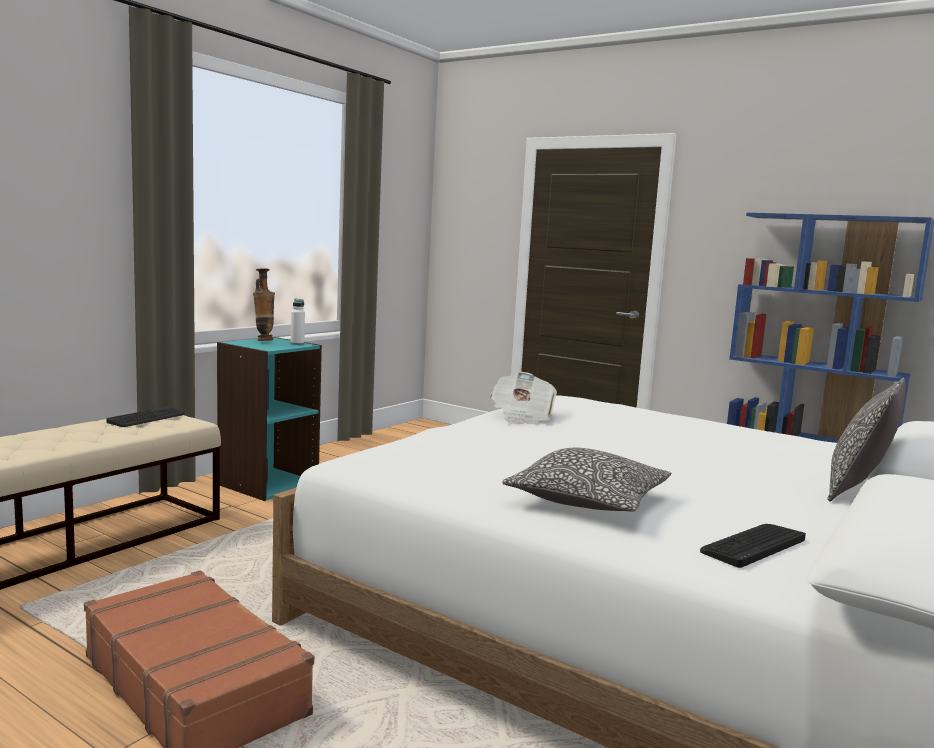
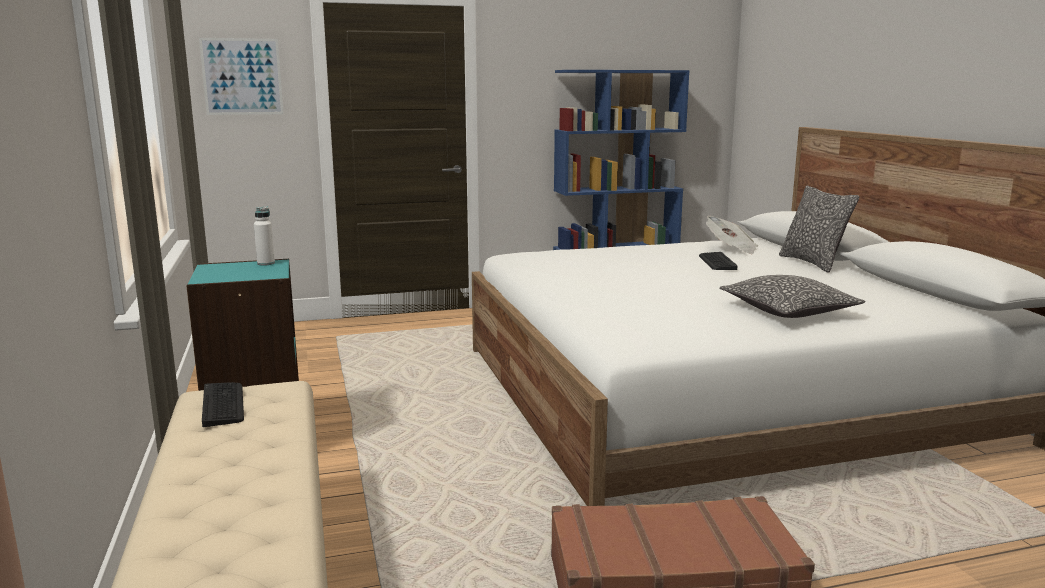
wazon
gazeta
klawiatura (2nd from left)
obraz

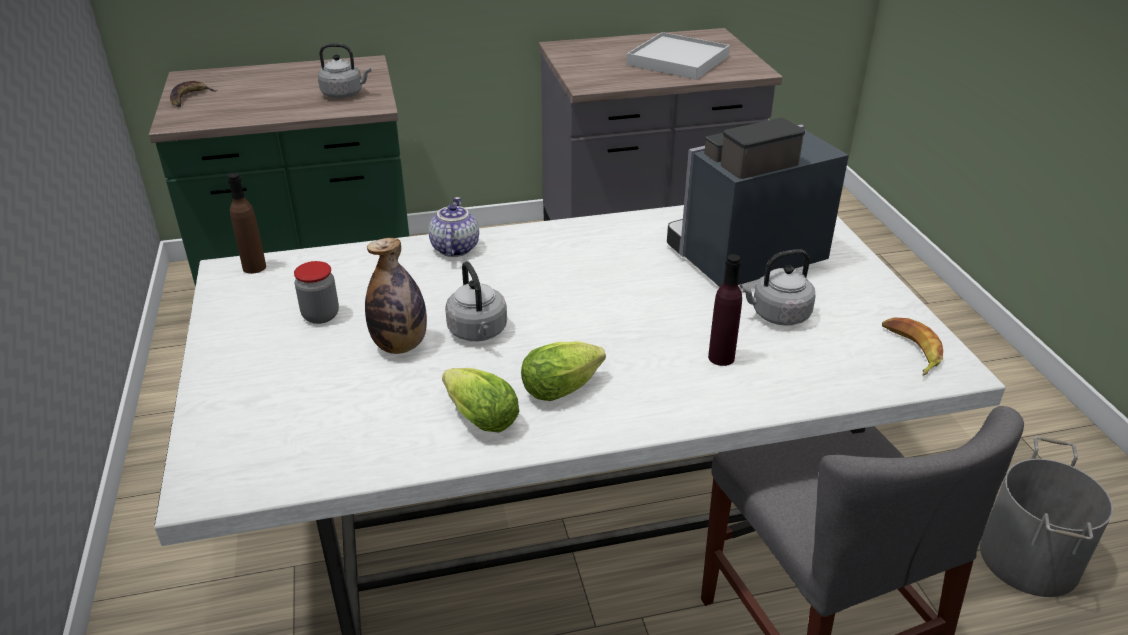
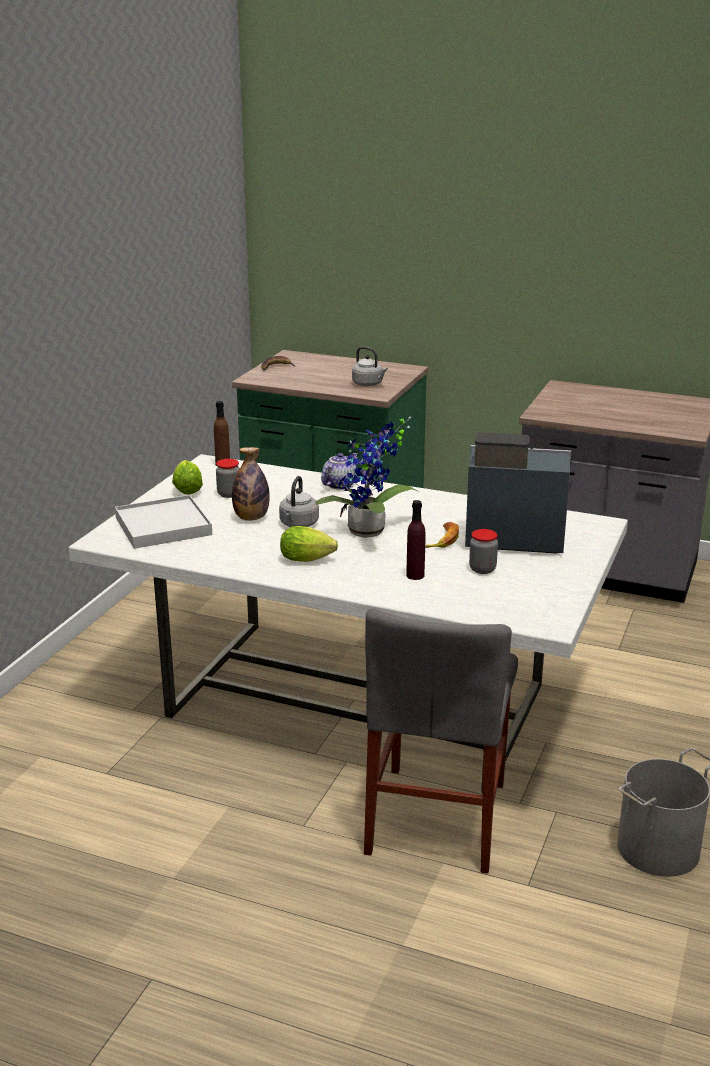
taca/biały
słoik (2nd from left)
banan (2nd from left)
sałata (1st from left)
roślina doniczkowa

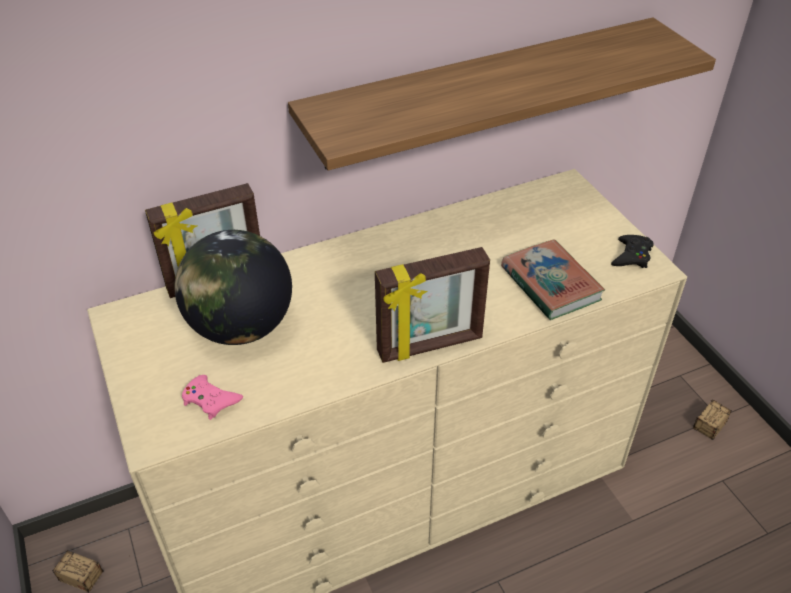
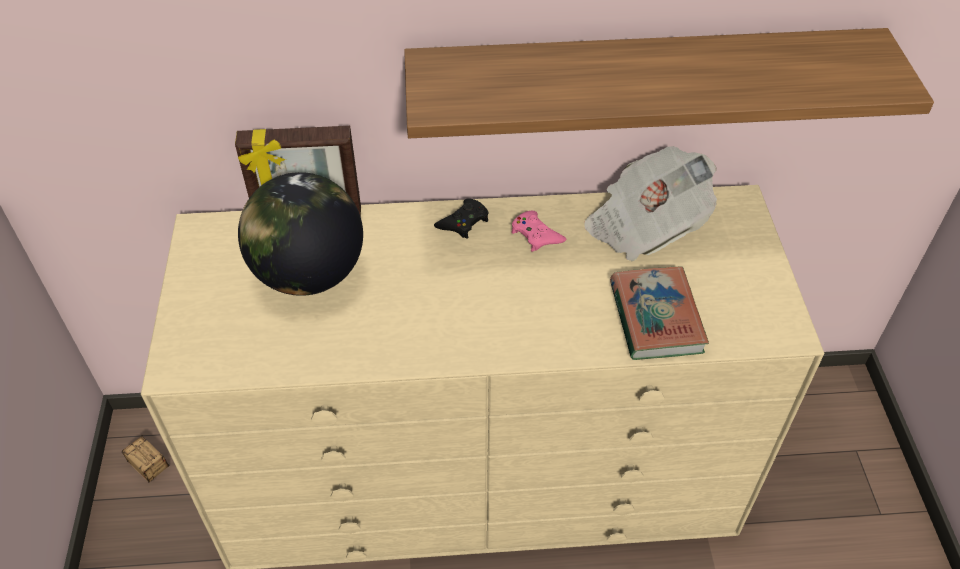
pad do gier/czarny
ramka na zdjęcie (2nd from left in the first image)
pad do gier/różowy
pojemnik do przechowywania (2nd from left in the first image)
gazeta

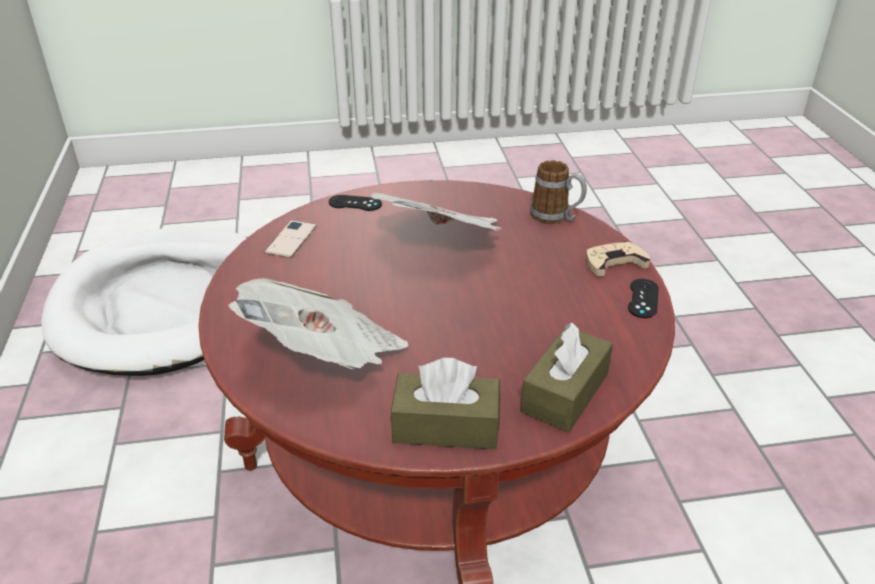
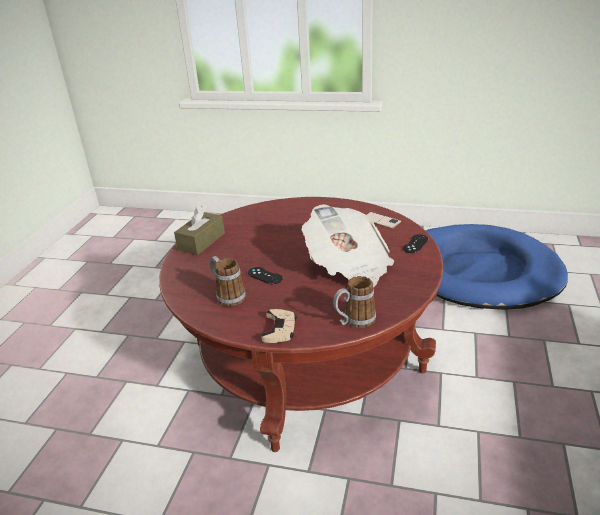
legowisko/niebieski
gazeta (1st from left in the first image)
pad do gier/czarny (1st from left)
pudełko chusteczek/brązowy (2nd from left in the first image)
kubek (1st from left)

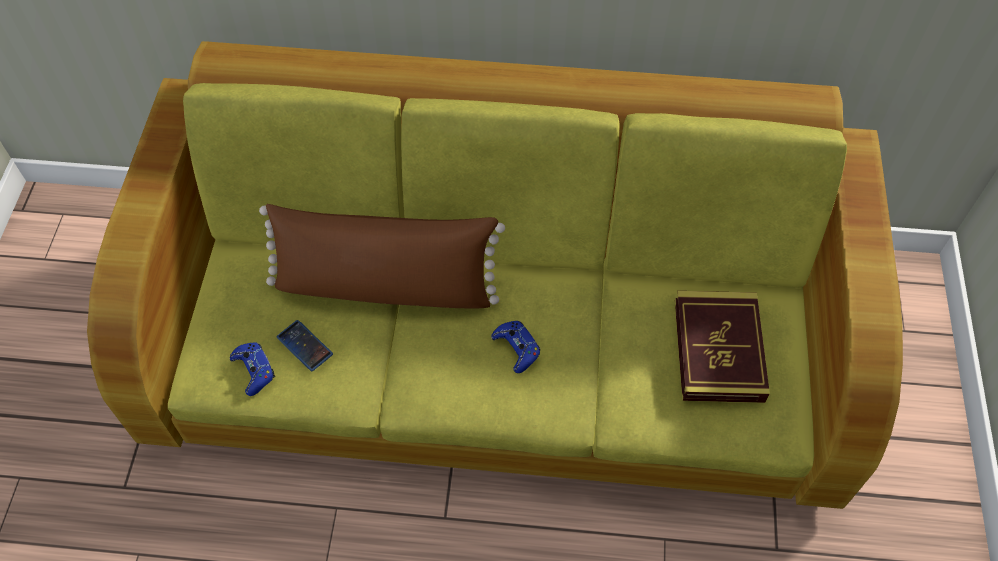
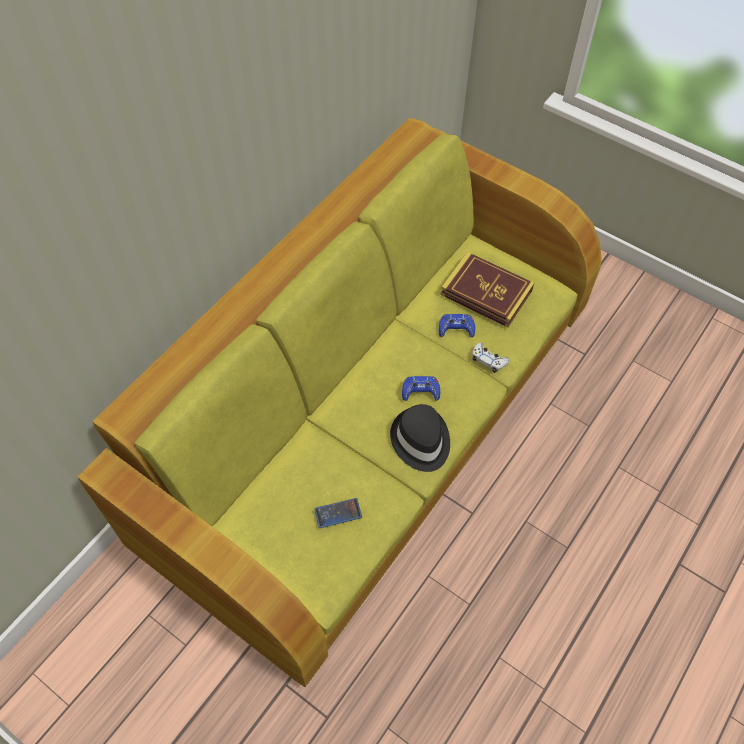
poduszka/brązowy
pad do gier/niebieski (2nd from left)
pad do gier/biały
kapelusz/czarny

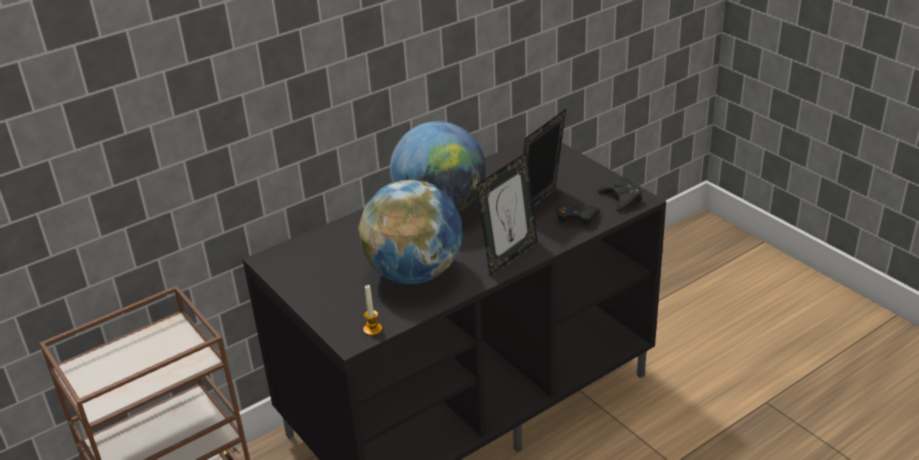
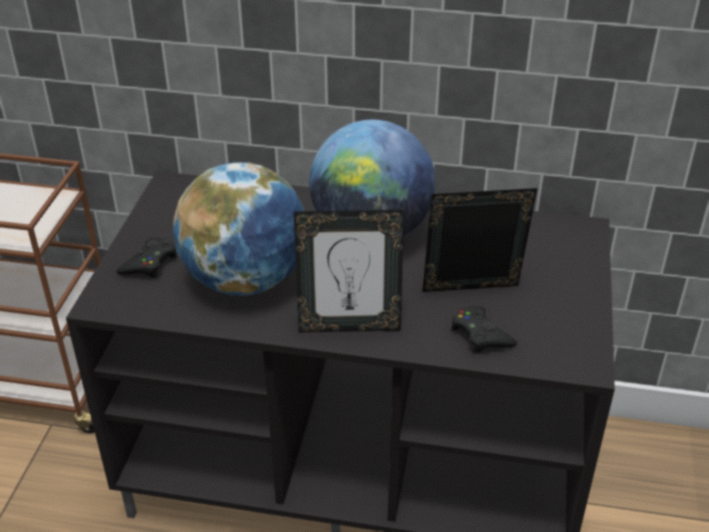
pad do gier/czarny (1st from left)
świeca

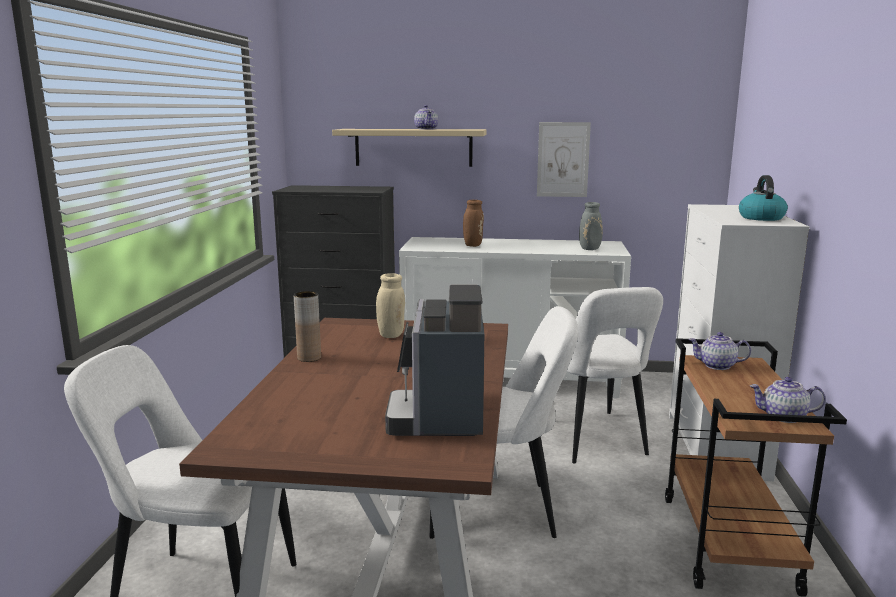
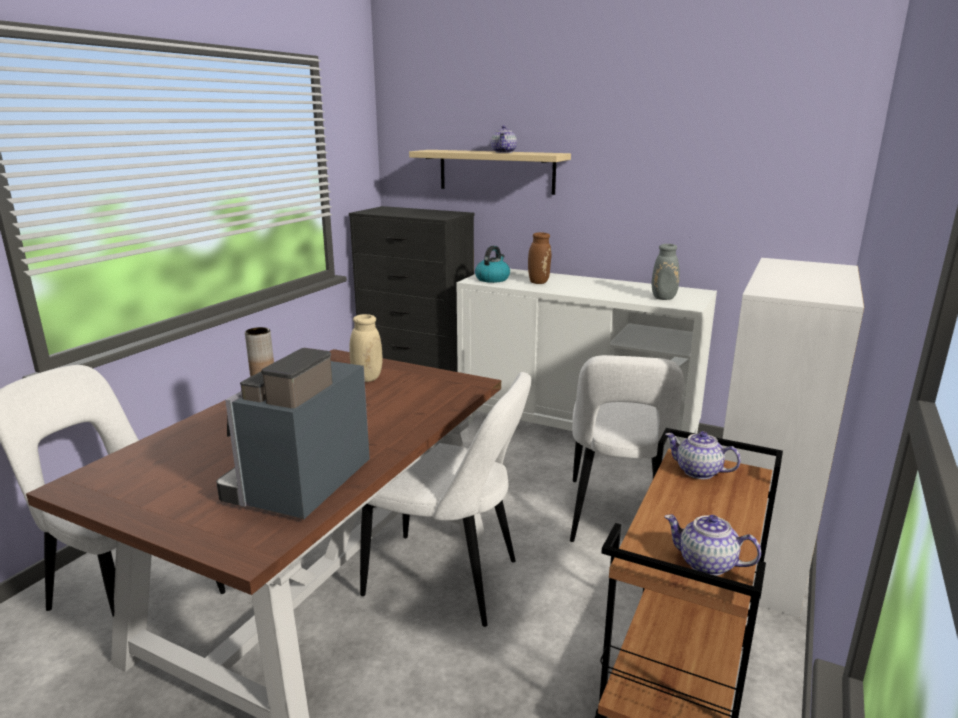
obraz
czajnik

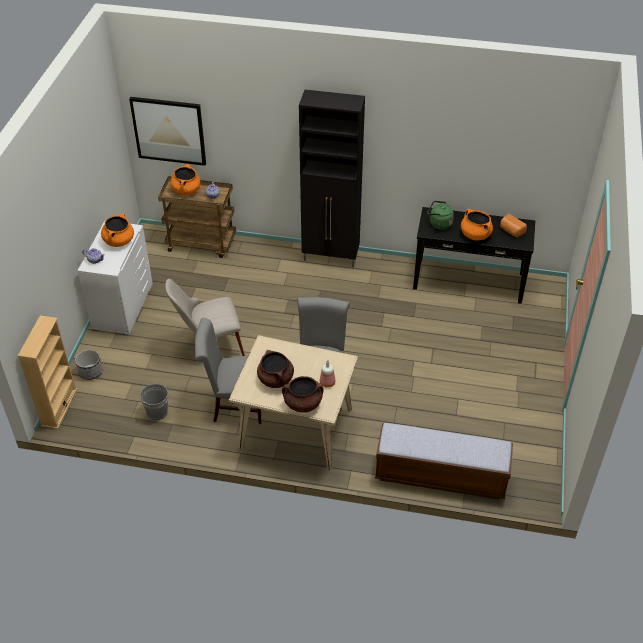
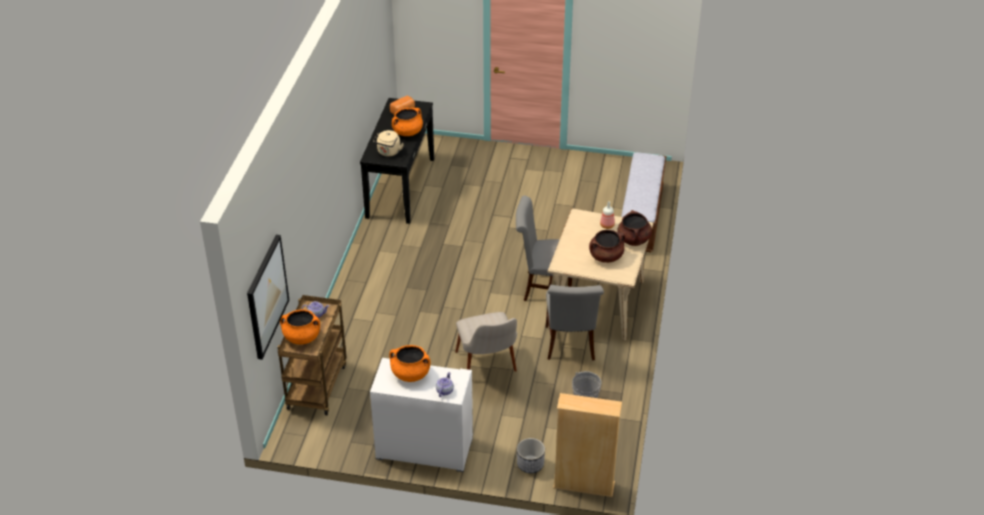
szafka/czarny
czajnik/beżowy

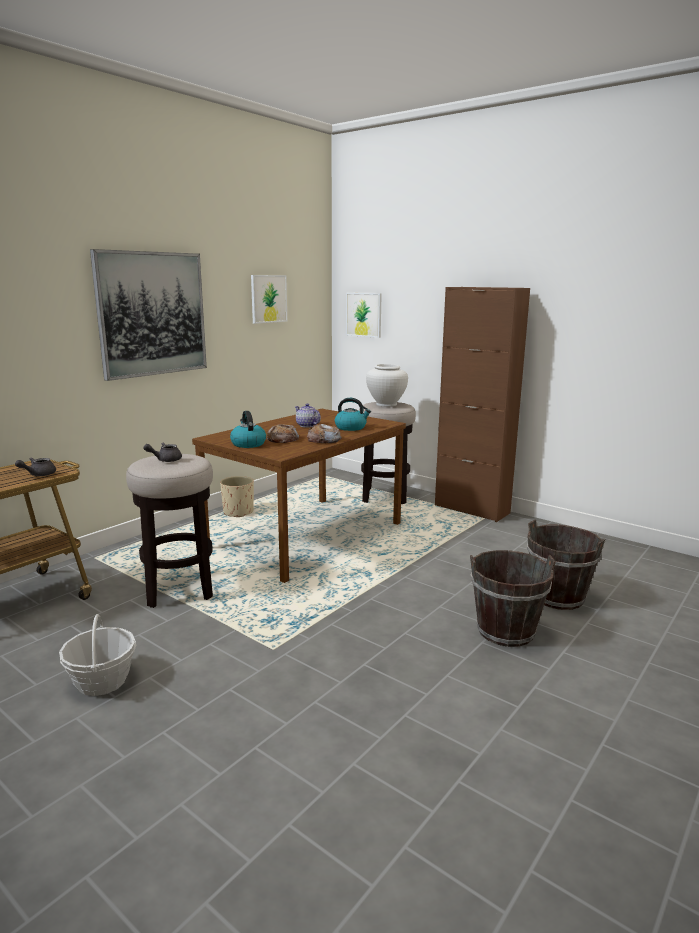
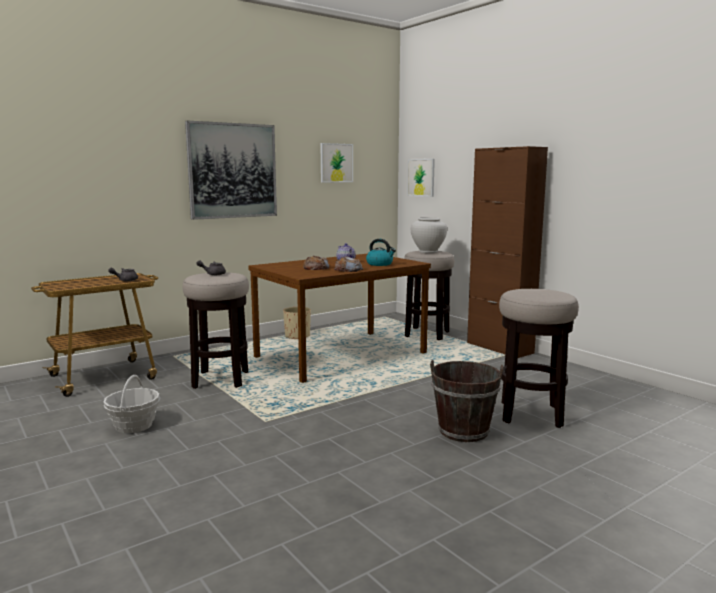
czajnik (1st from left in the first image)
stołek (3rd from left)

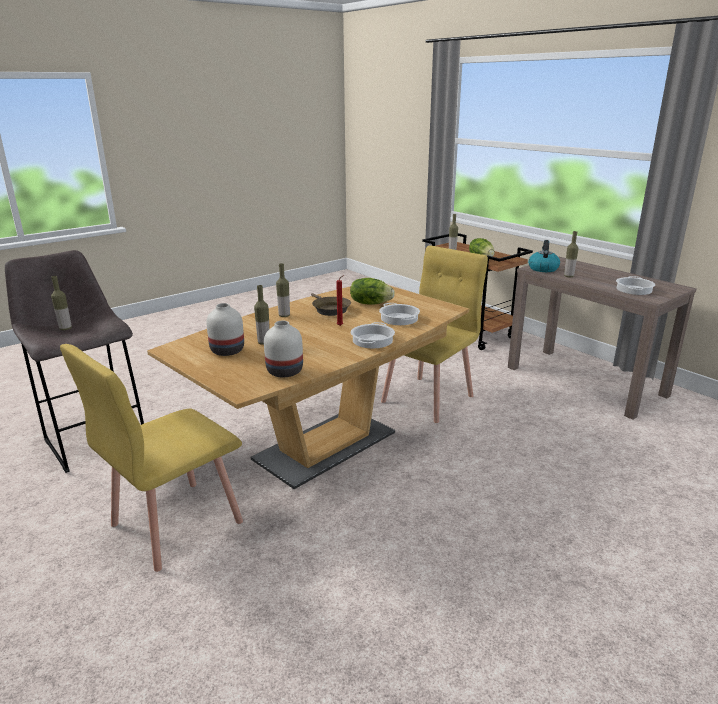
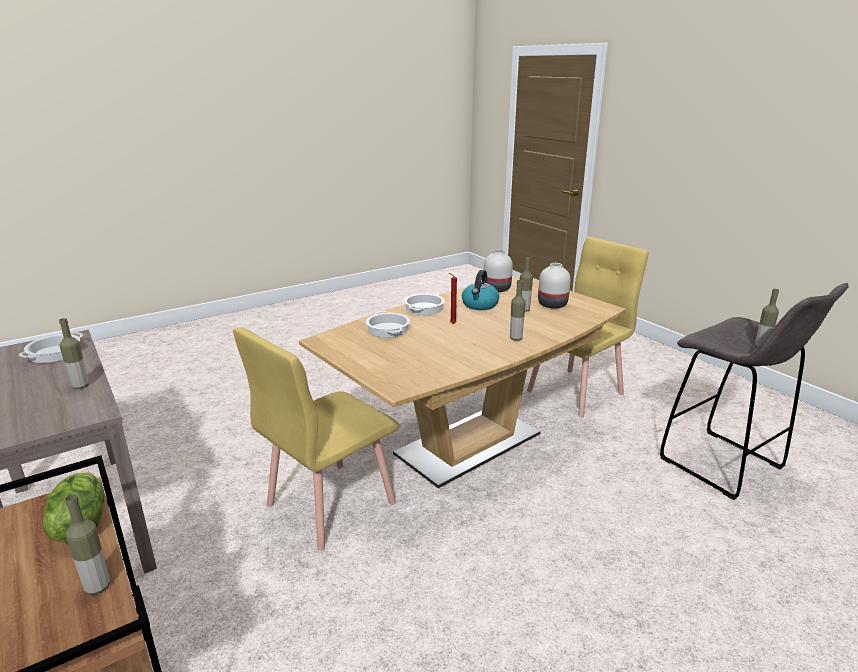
czajnik
sałata (1st from left in the first image)
patelnia/brązowy

